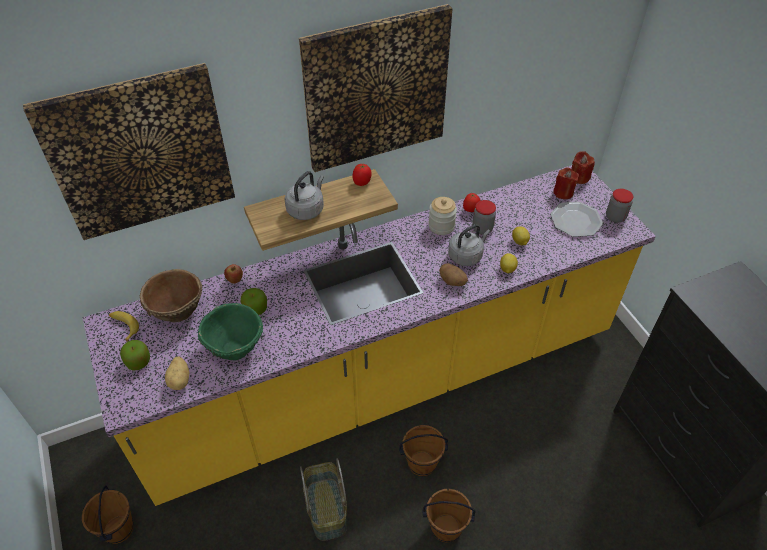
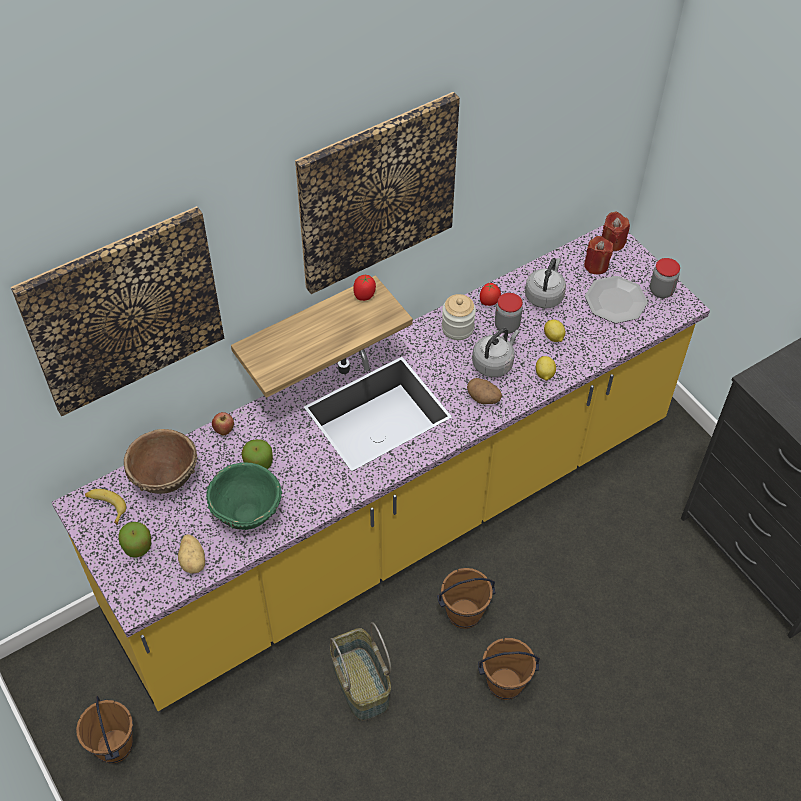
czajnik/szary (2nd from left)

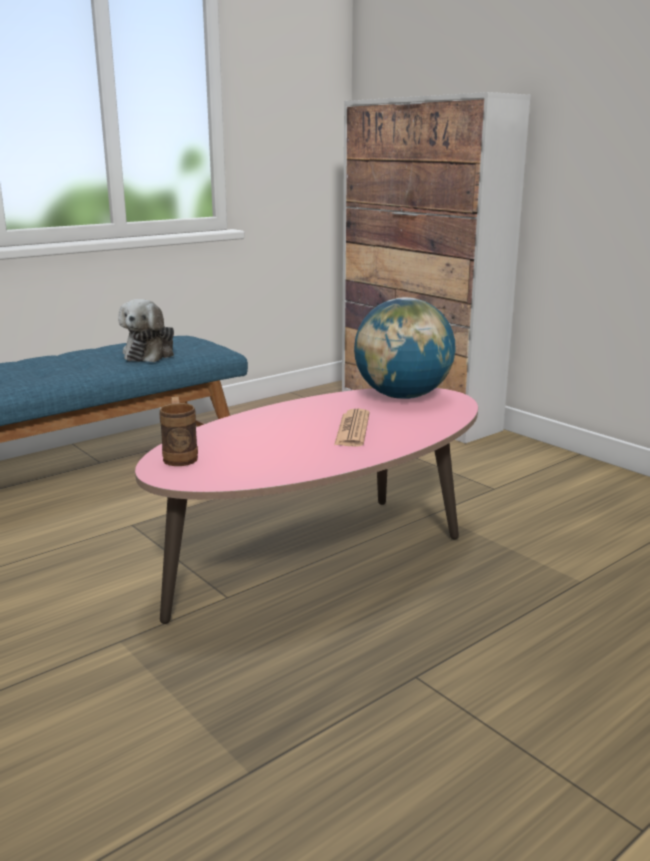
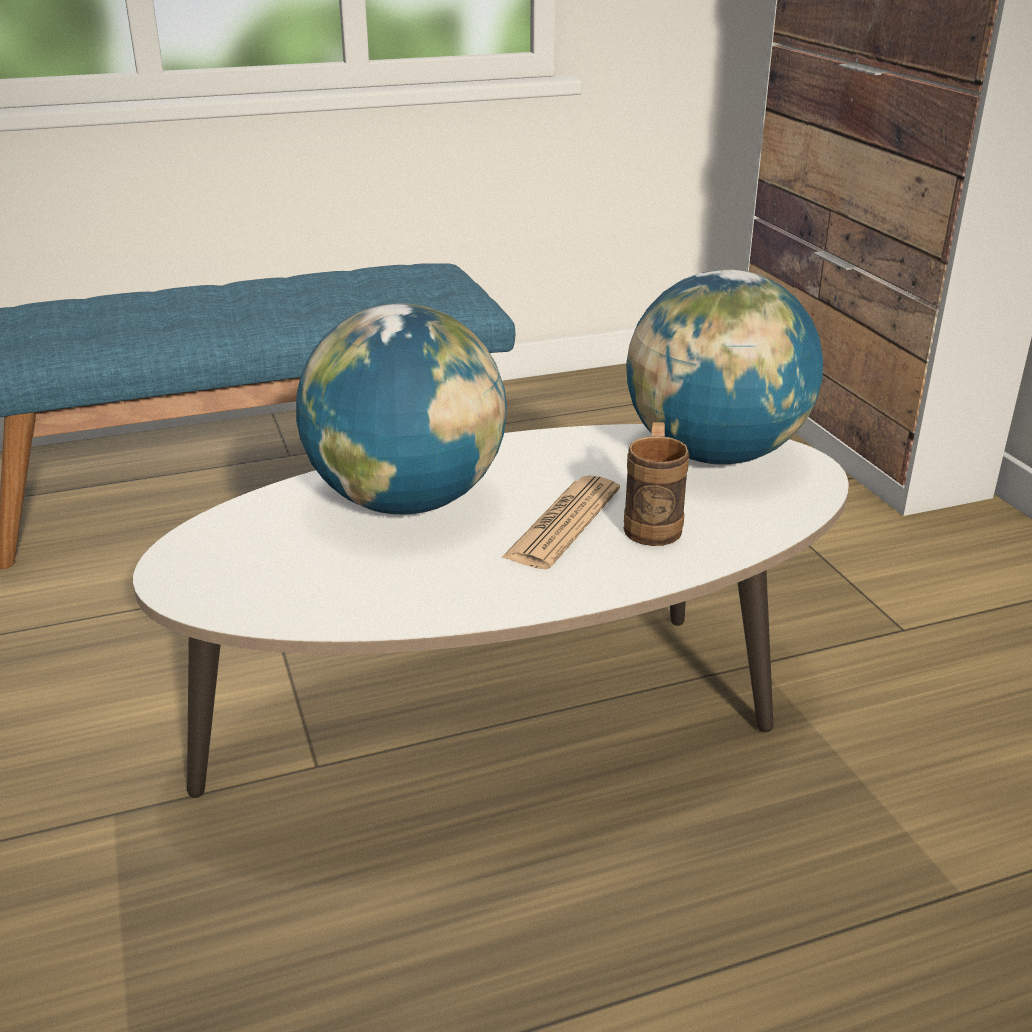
pluszak
ława/biały
kubek/brązowy
globus (1st from left)

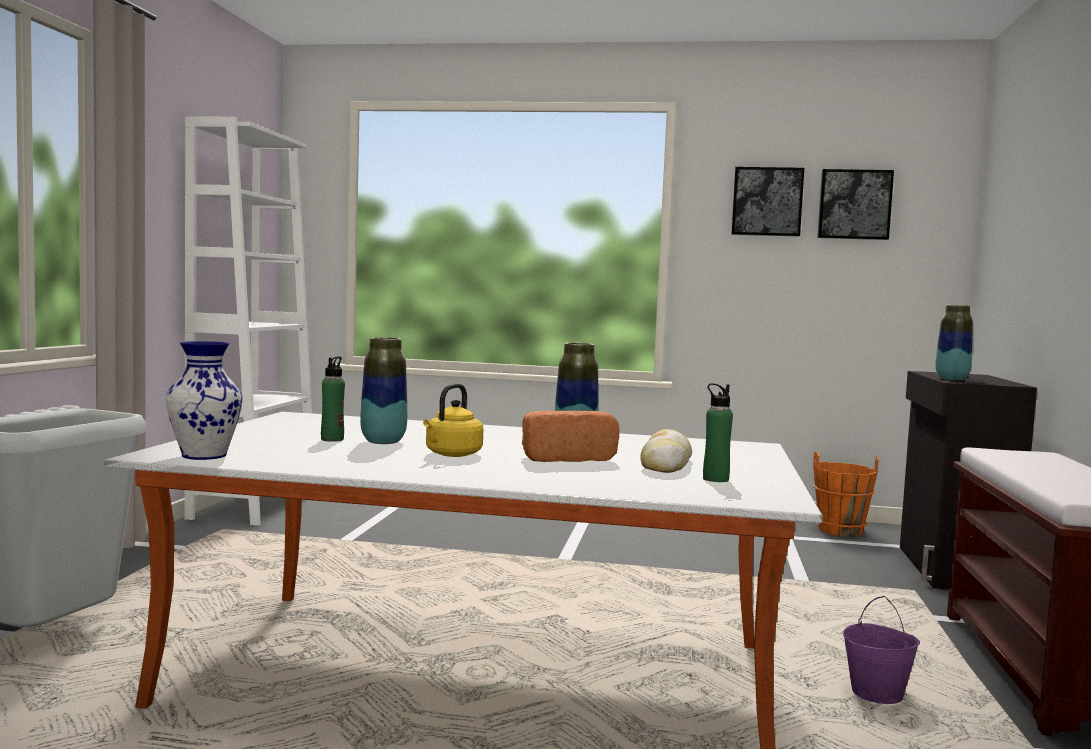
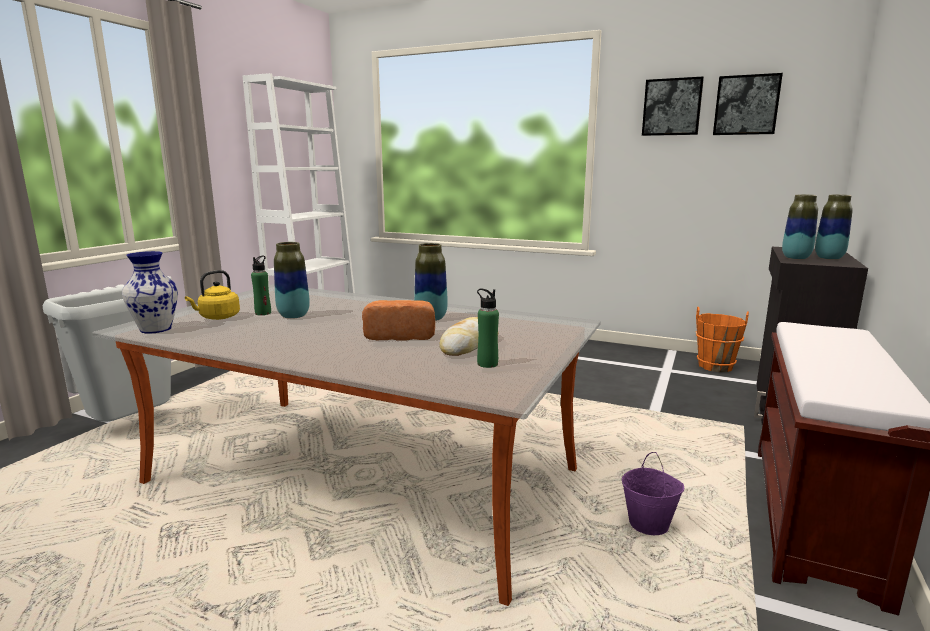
czajnik/żółty
wazon (5th from left)

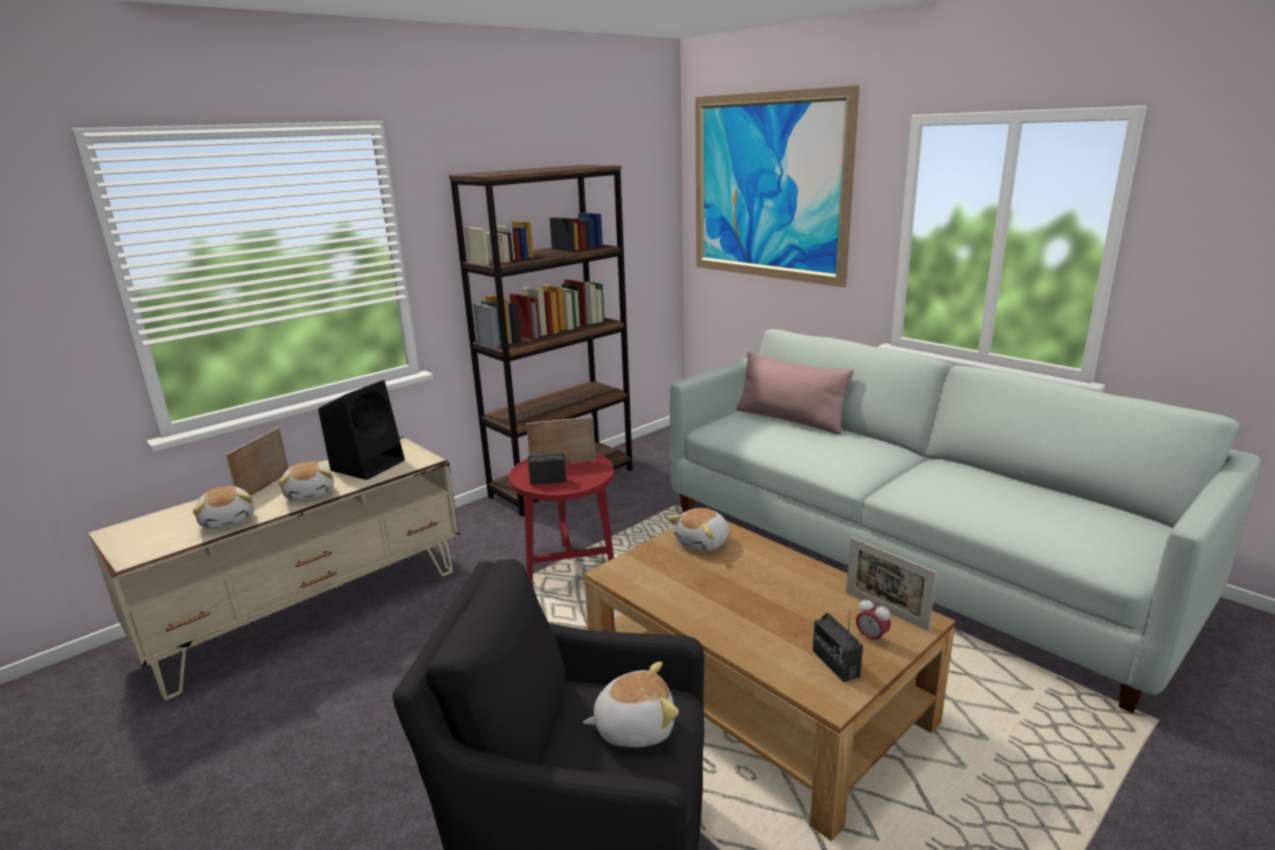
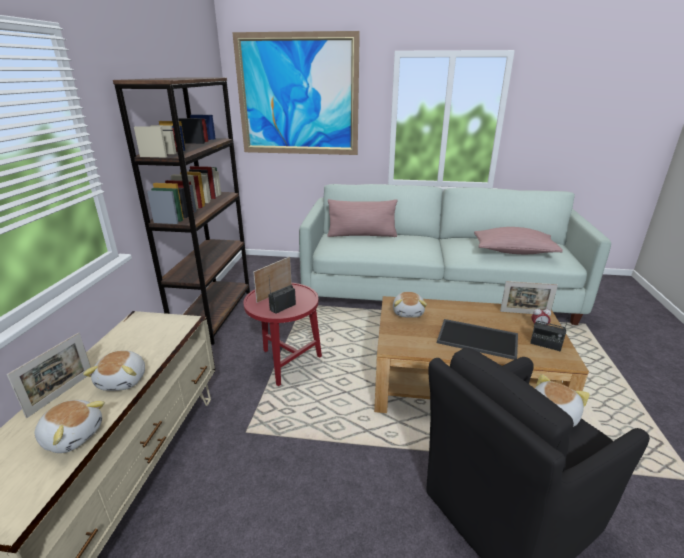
głośnik/czarny
ramka na zdjęcie (1st from left)
pluszak (2nd from left)
poduszka/różowy (2nd from left)
taca

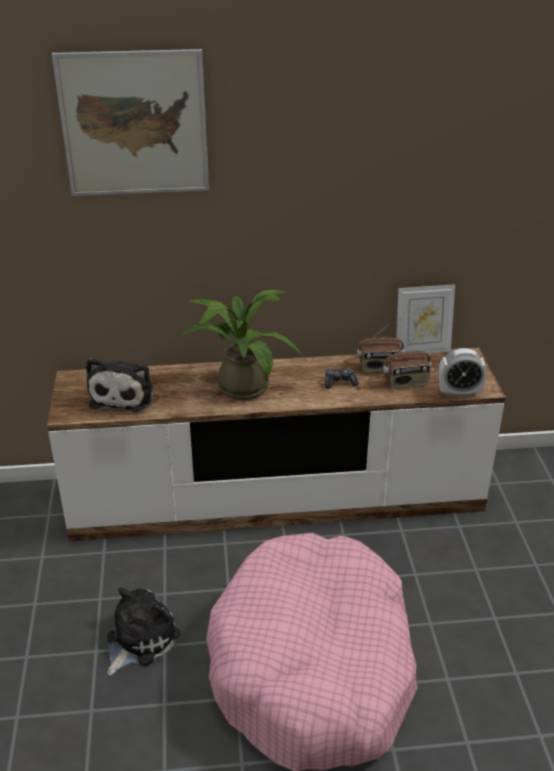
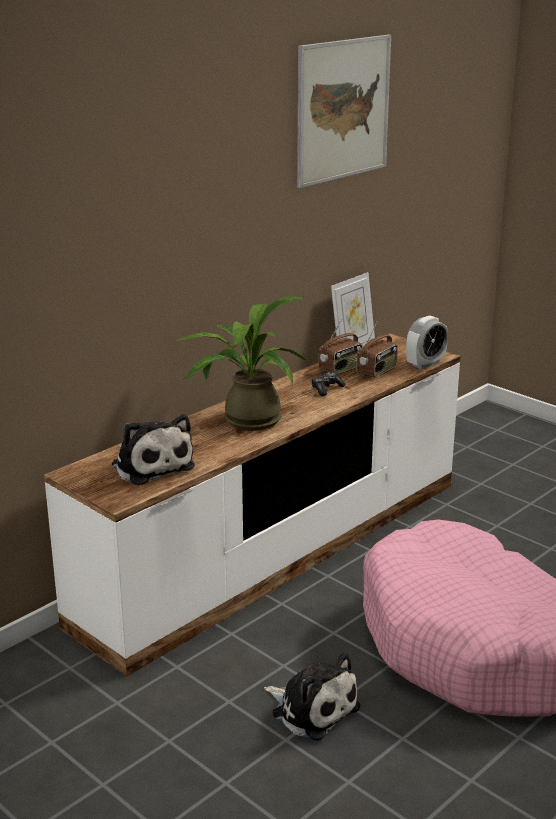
obraz
pluszak (2nd from left)

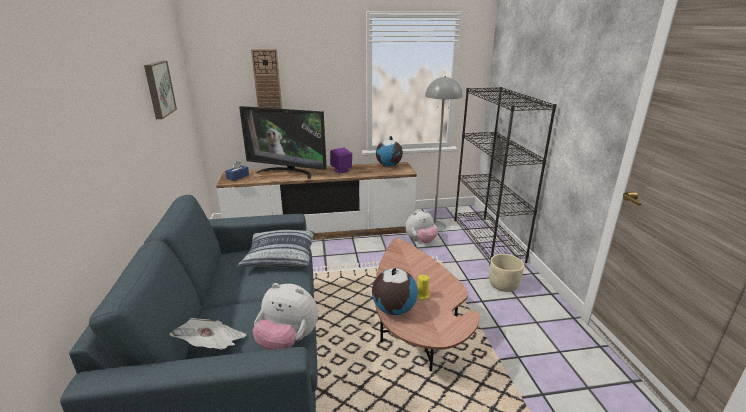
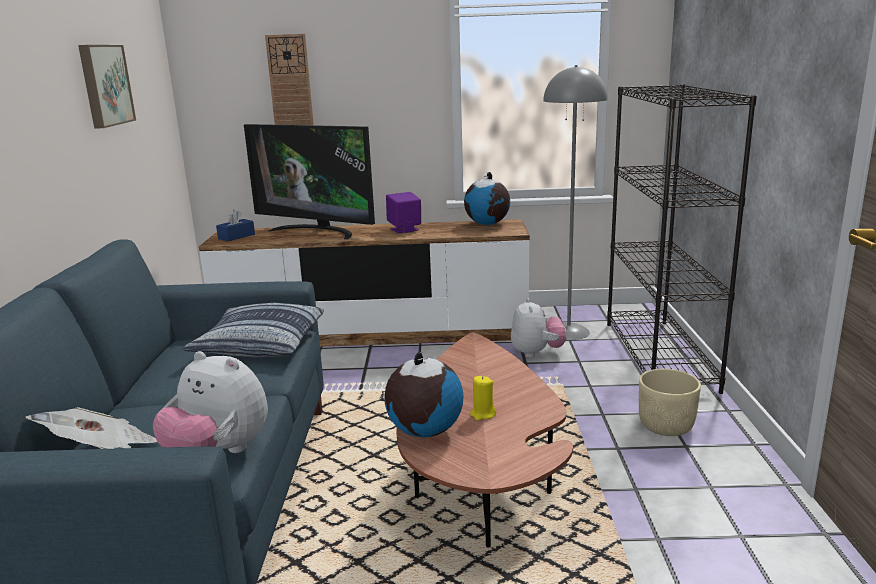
pluszak (2nd from left)

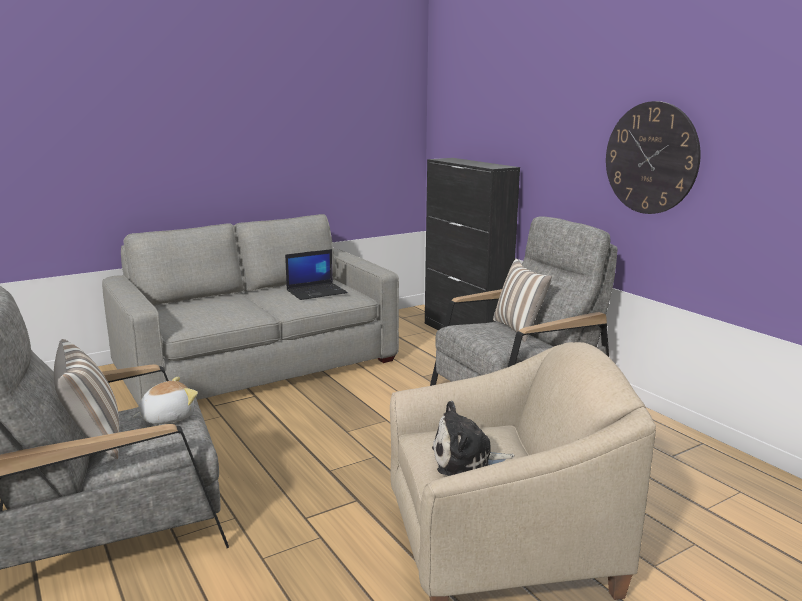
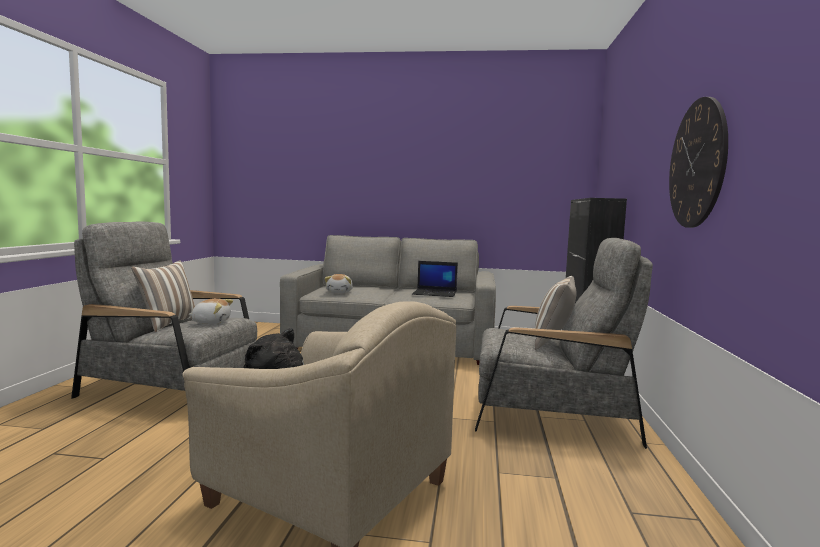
pluszak (3rd from left)

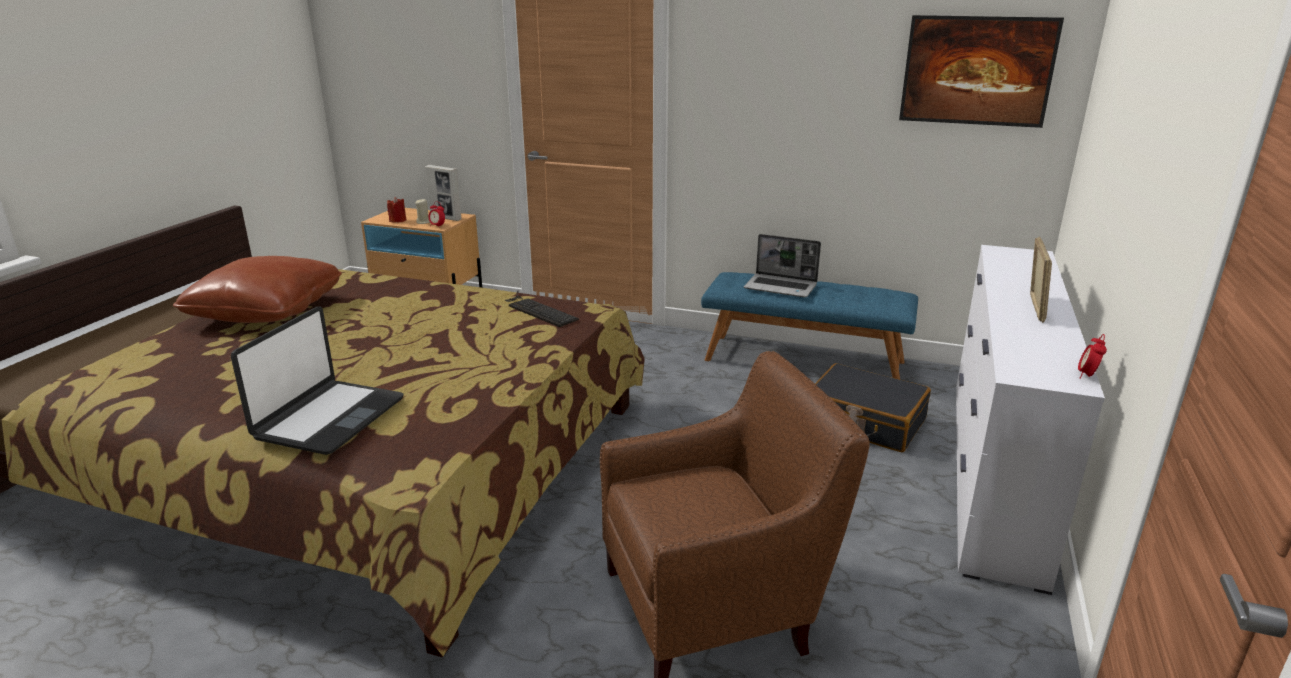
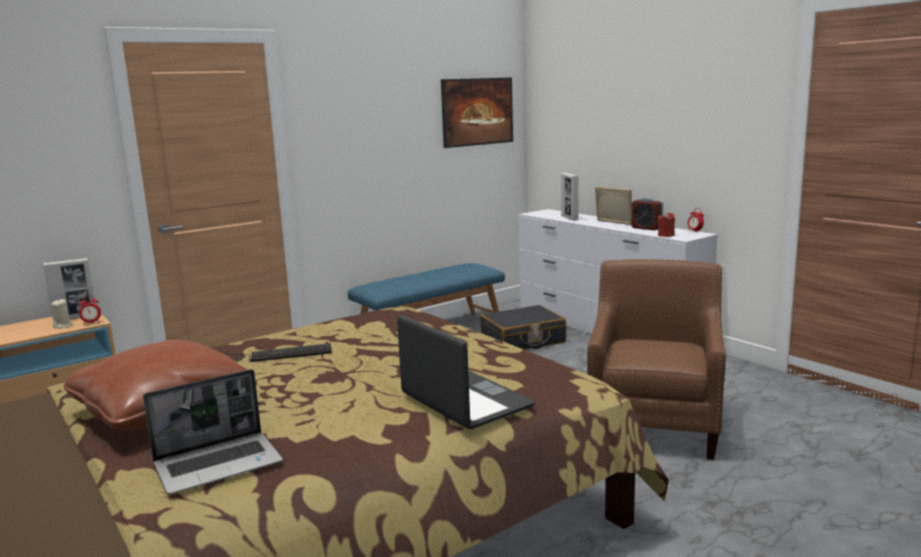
świeca/czerwony
laptop (1st from left)
klawiatura
ramka na zdjęcie (2nd from left)
budzik (2nd from left)

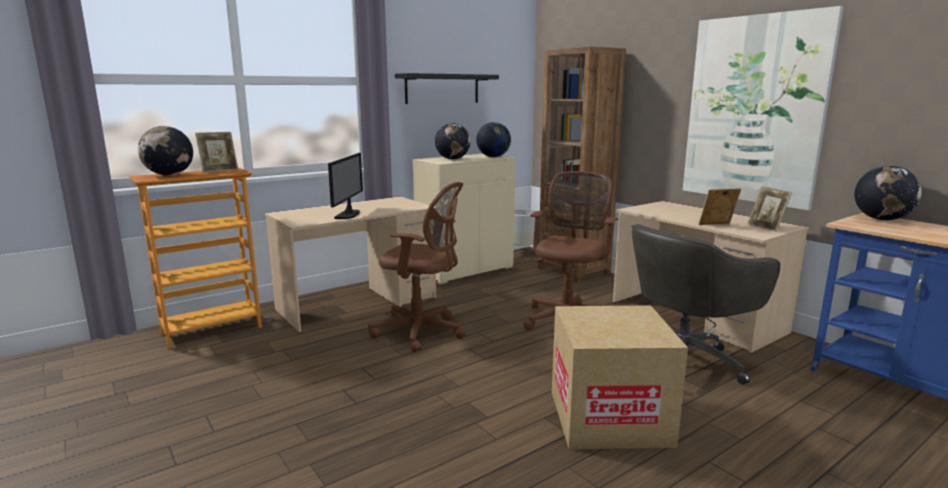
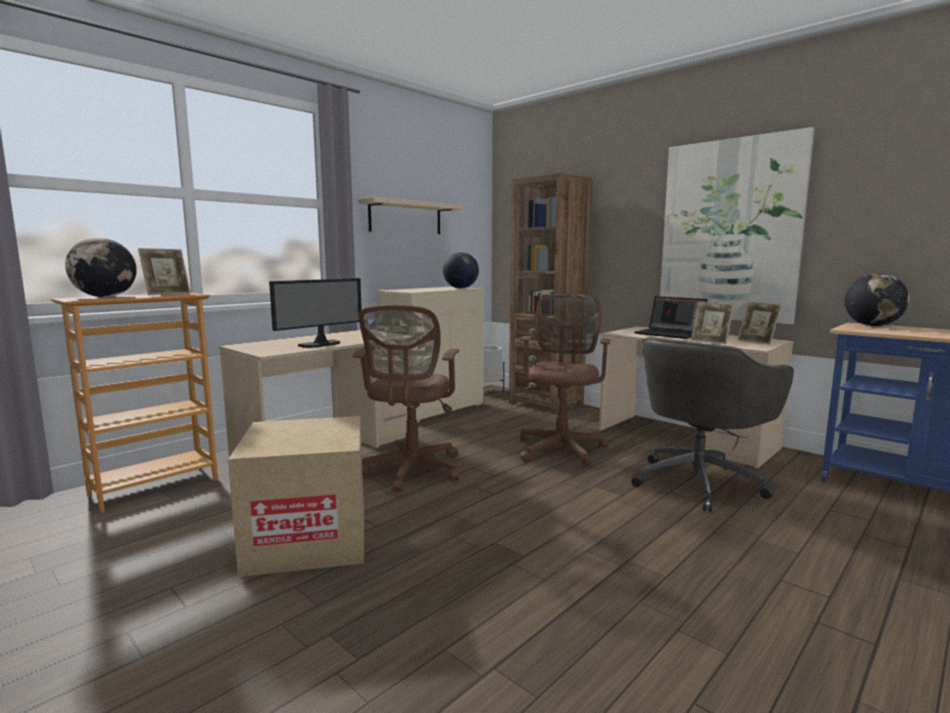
półka/beżowy
globus (2nd from left in the first image)
monitor
krzesło biurowe/brązowy (1st from left)
ramka na zdjęcie (2nd from left)
karton
laptop

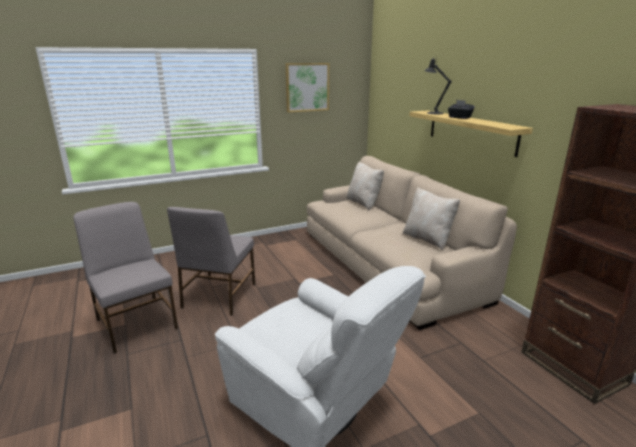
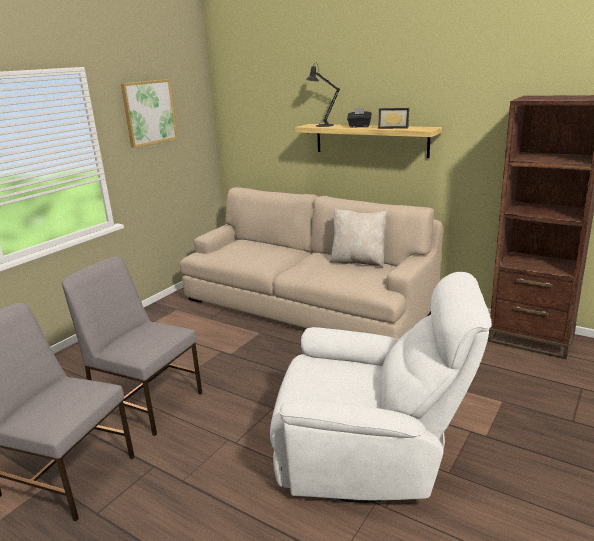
poduszka/beżowy (1st from left in the first image)
krzesło/szary (2nd from left)
ramka na zdjęcie

